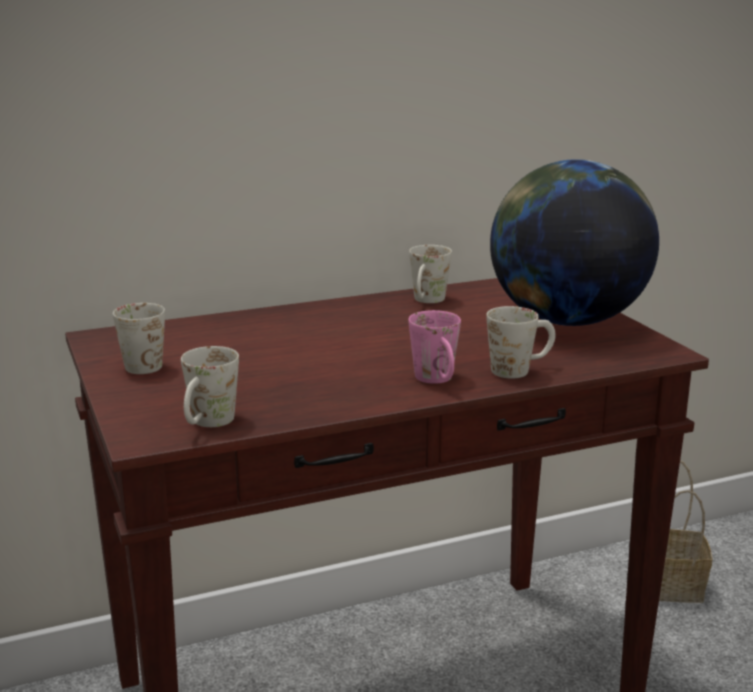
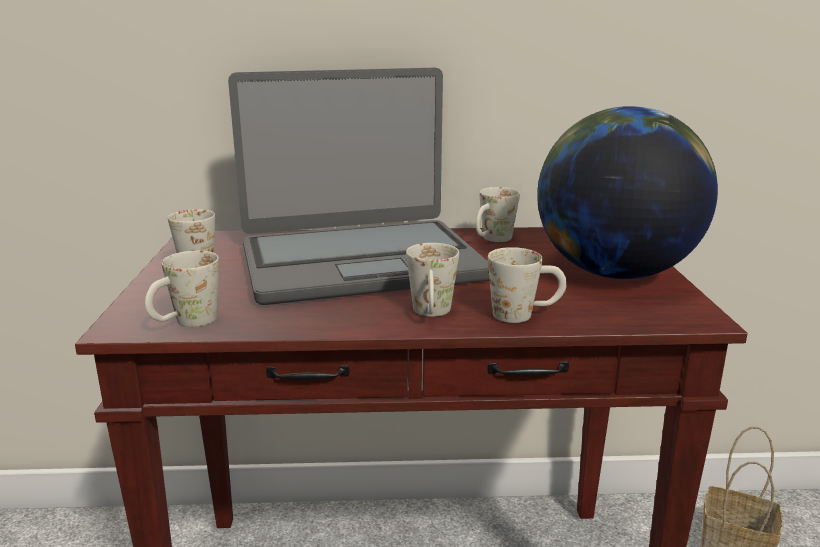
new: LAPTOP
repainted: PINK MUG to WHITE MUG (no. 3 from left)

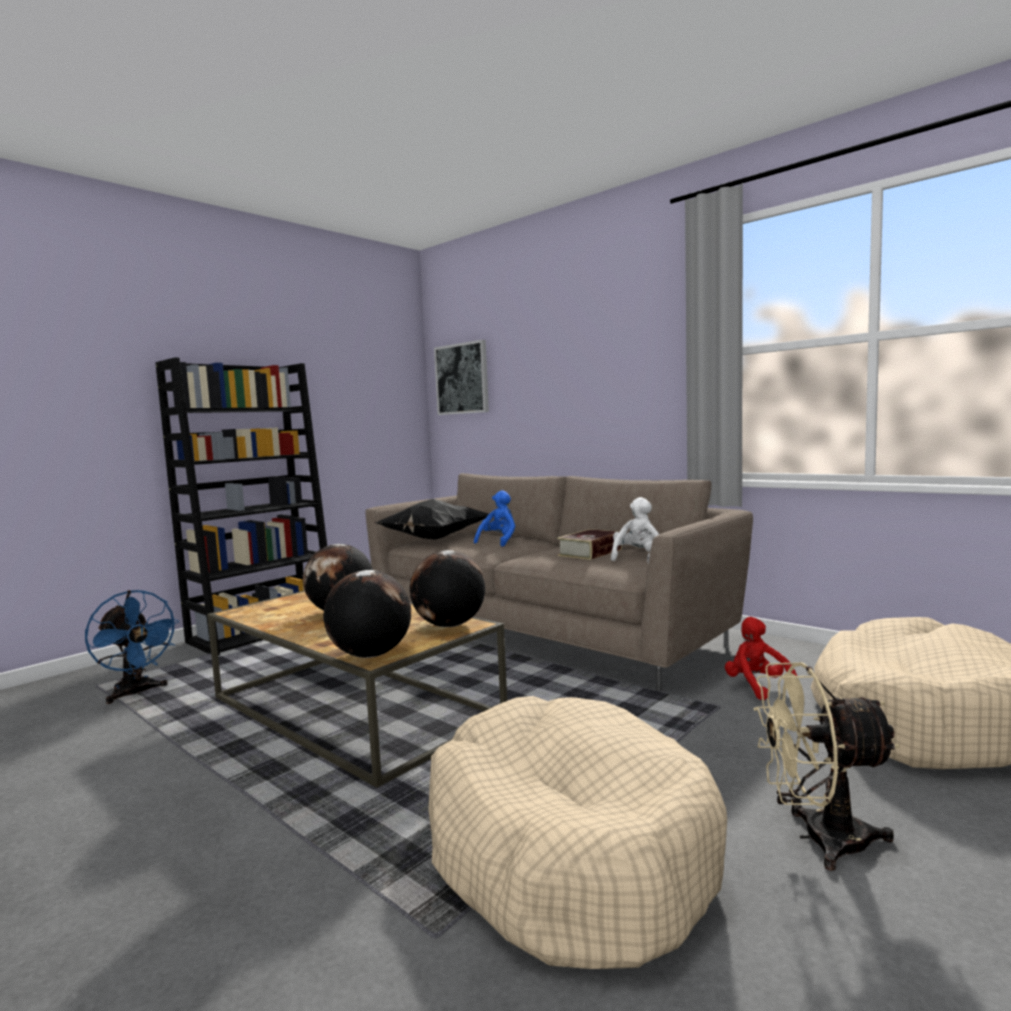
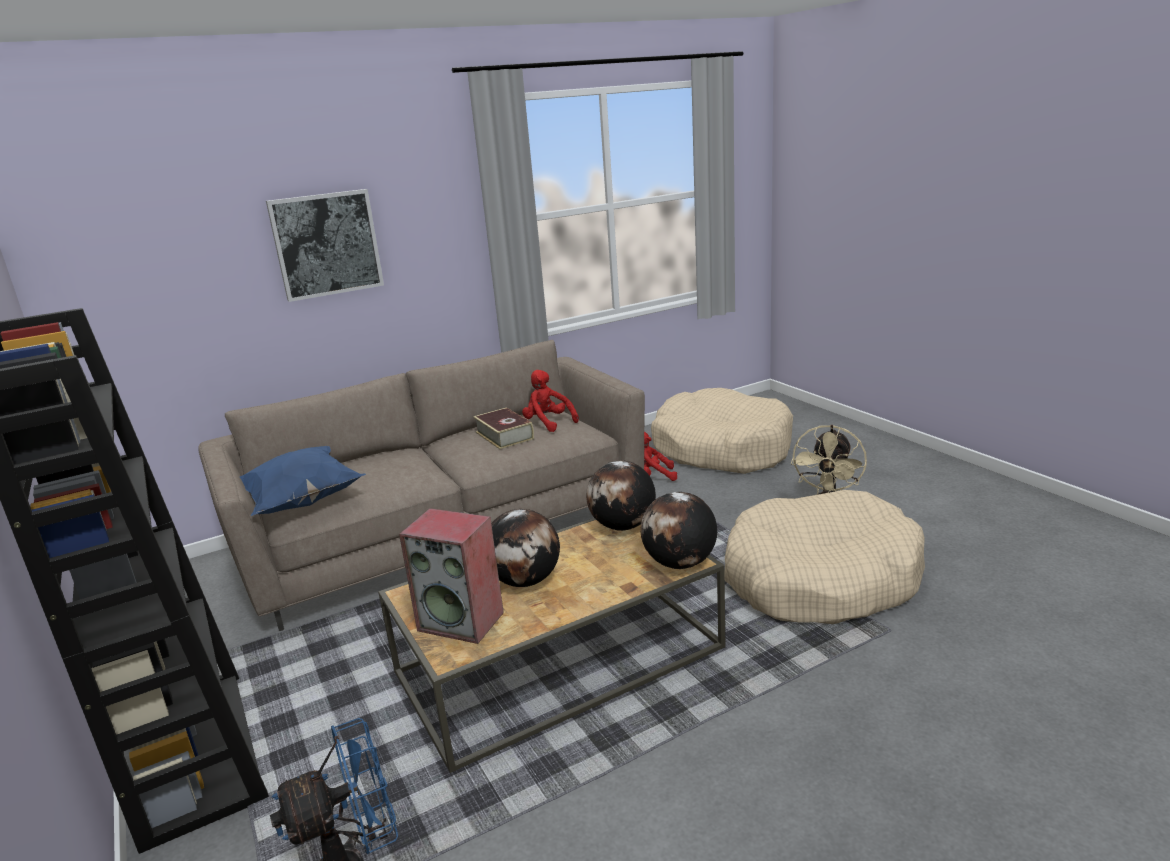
gone: BLUE PLUSH TOY
new: SPEAKER
shifted: PICTURE
repainted: WHITE PLUSH TOY to RED PLUSH TOY (no. 1 from left); BLACK PILLOW to BLUE PILLOW

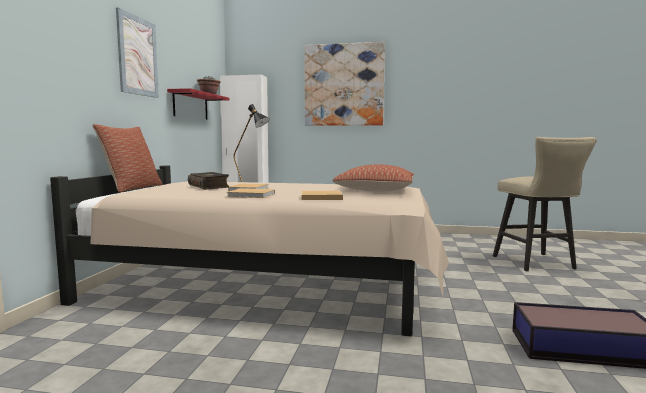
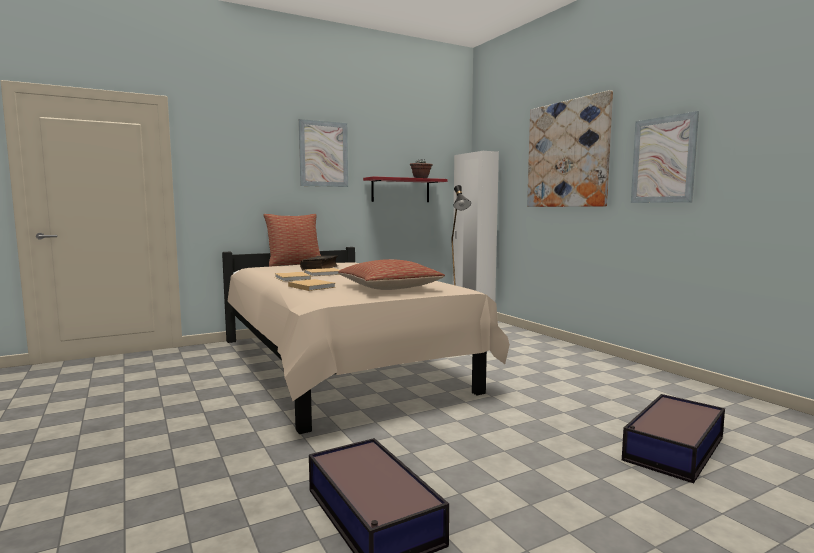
new: PICTURE (no. 3 from left)
swapped: BEIGE STOOL to STORAGE BOX (no. 2 from left)

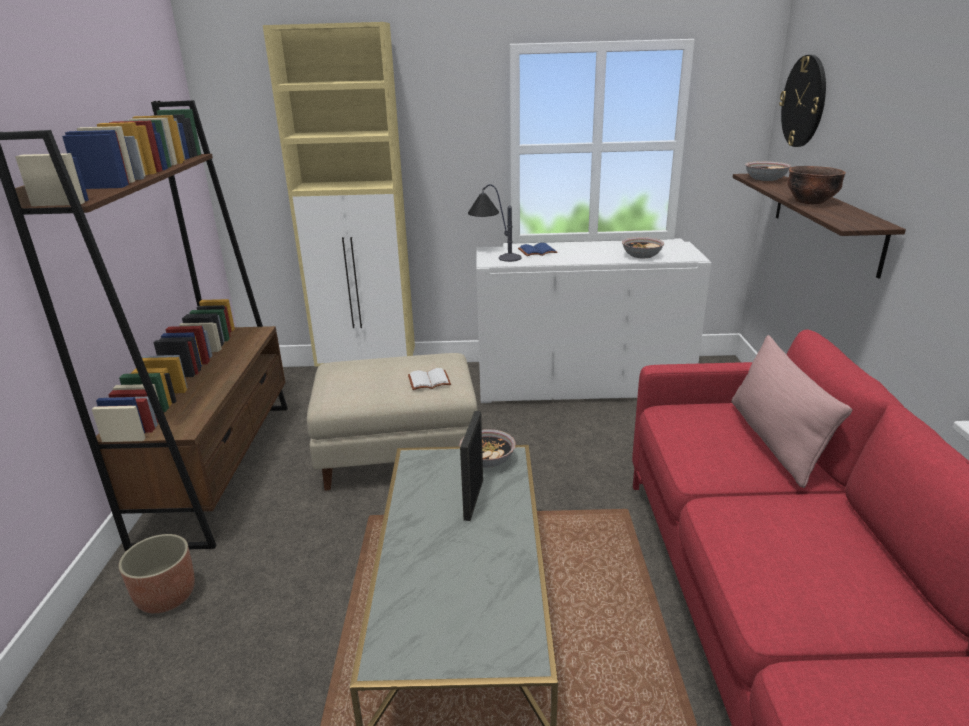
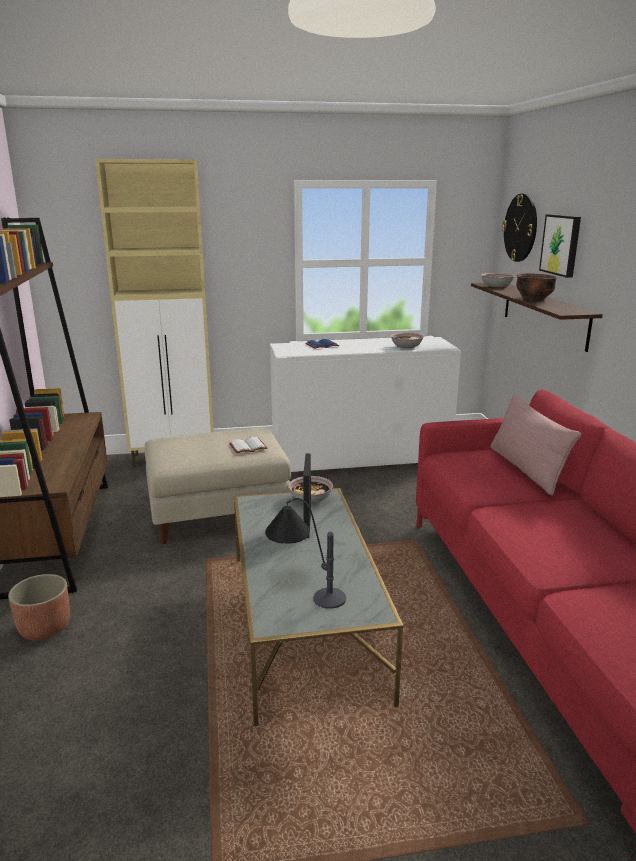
new: PICTURE
shifted: TABLE LAMP

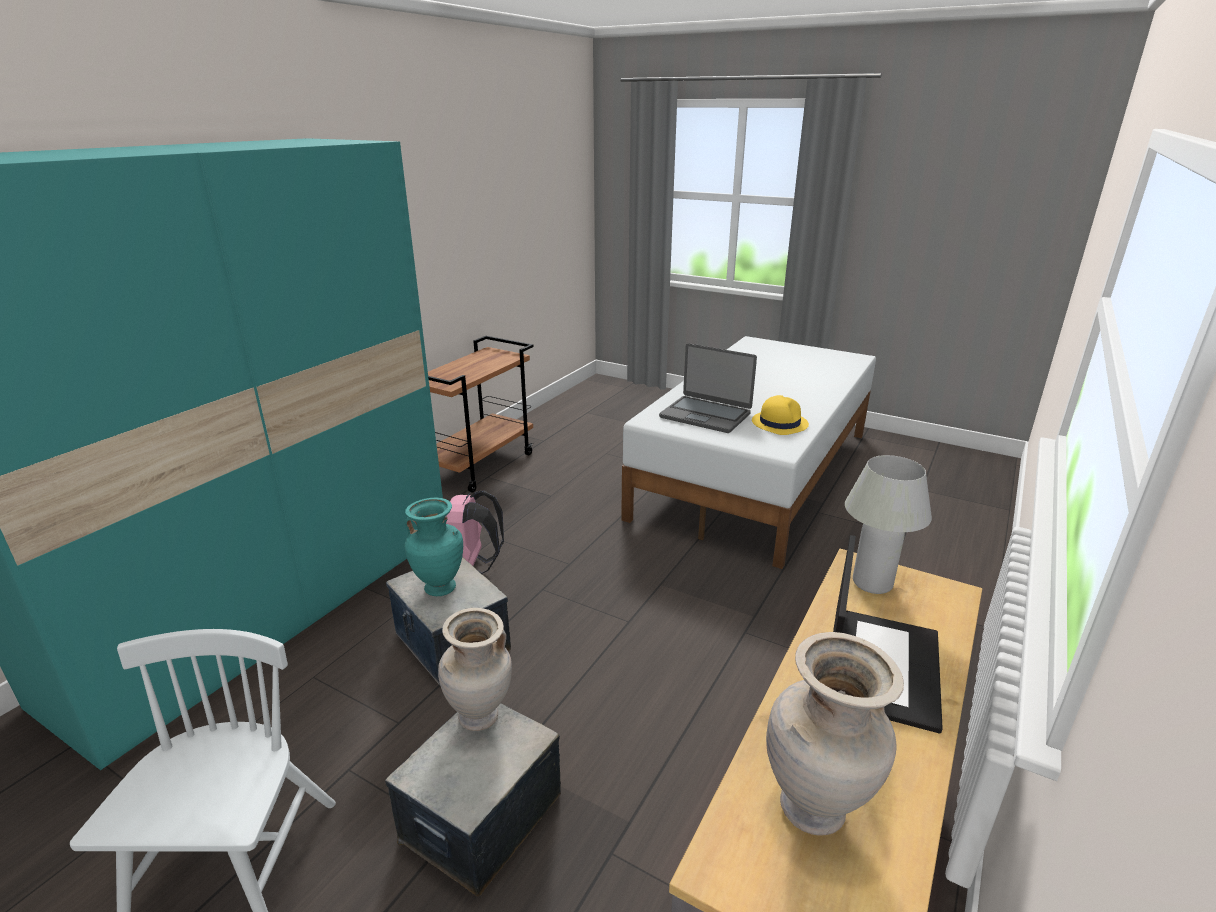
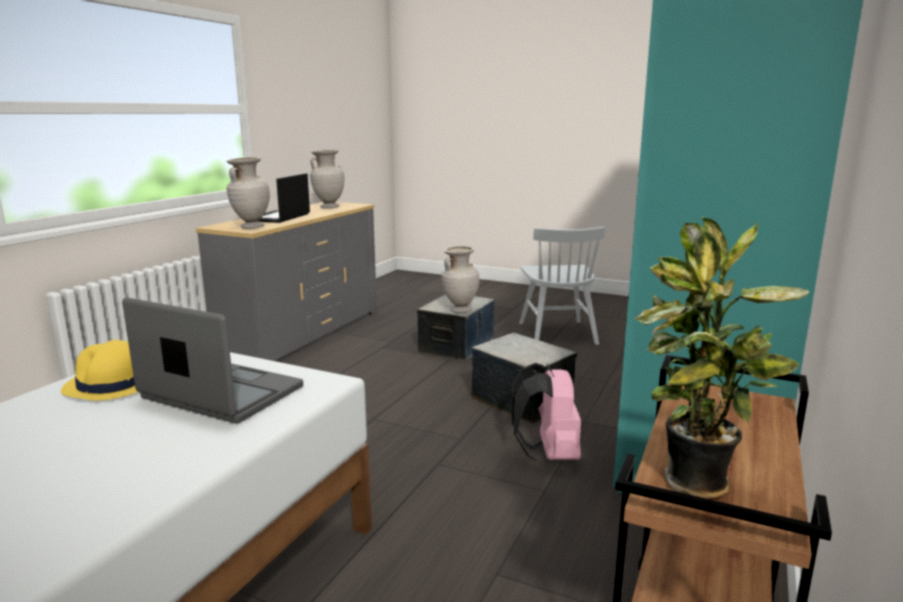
gone: TURQUOISE VASE
new: POTTED PLANT
swapped: WHITE TABLE LAMP to BEIGE VASE (no. 1 from left)

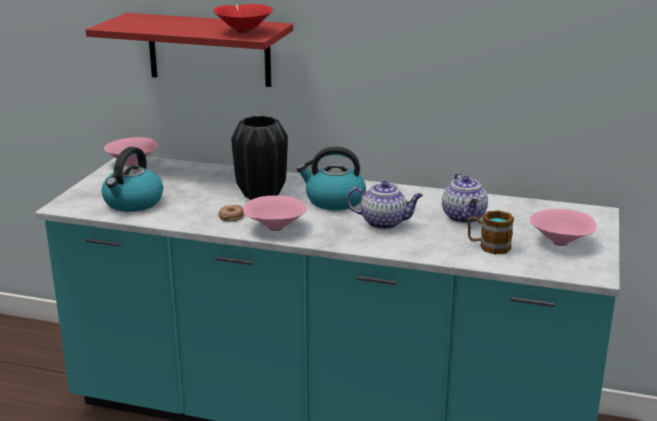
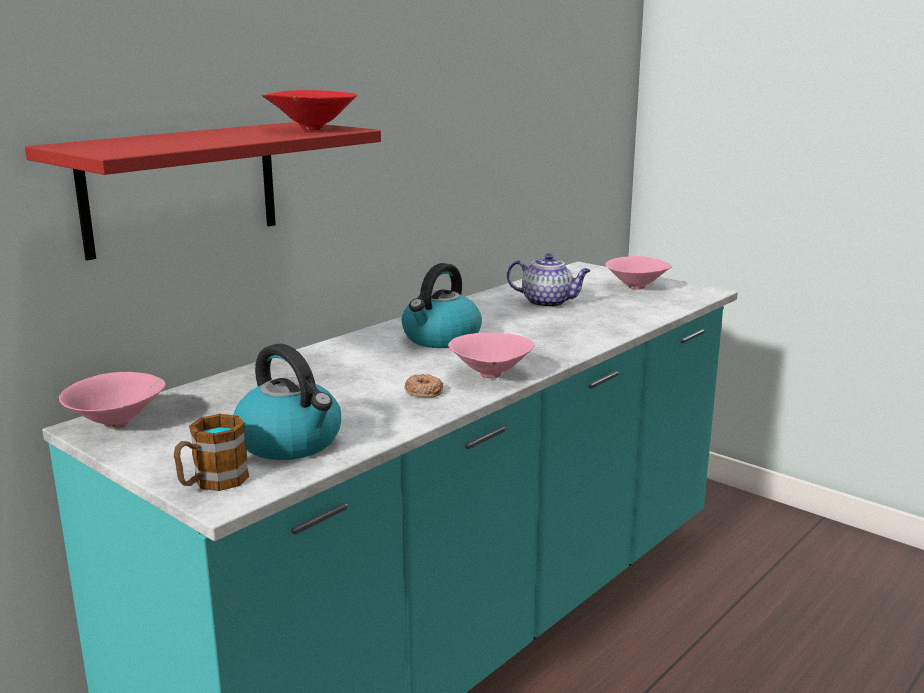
gone: BLACK VASE; TEAPOT (no. 1 from left)
shifted: MUG

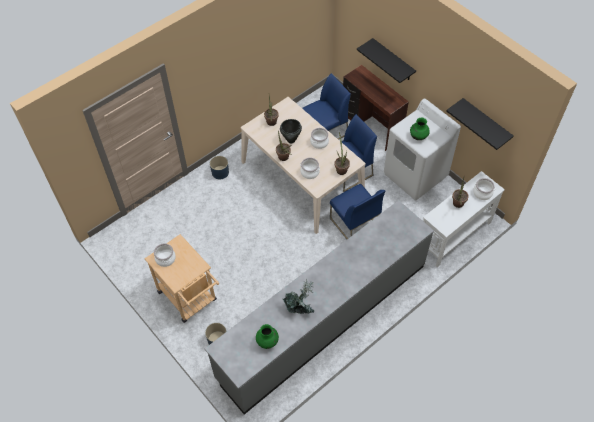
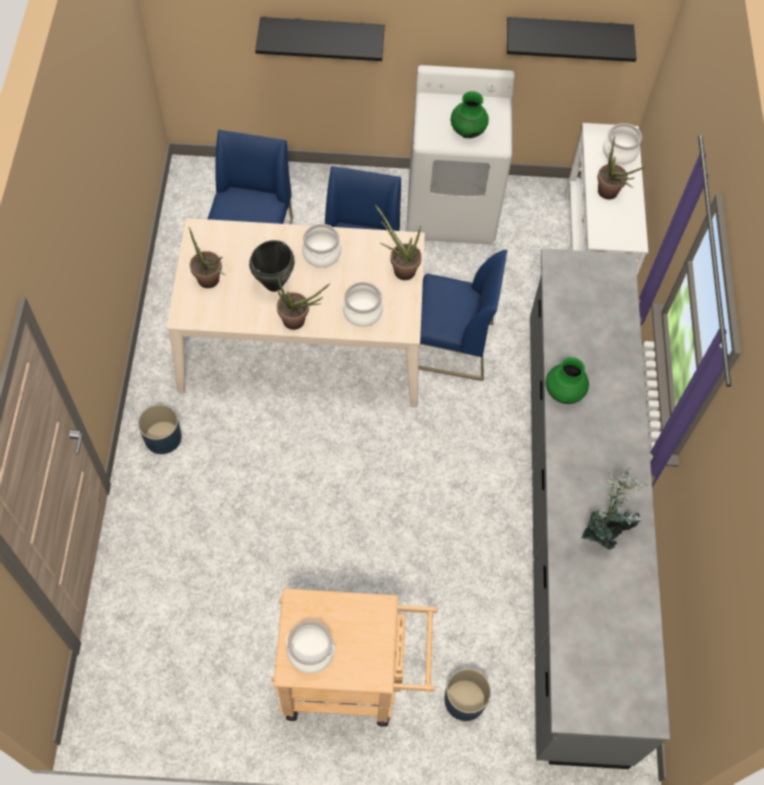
gone: BROWN DESK
shifted: GREEN VASE (no. 1 from left in the first image) to GREEN VASE (no. 2 from left)

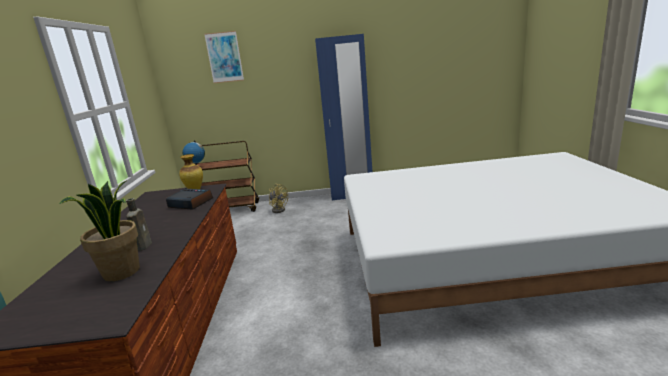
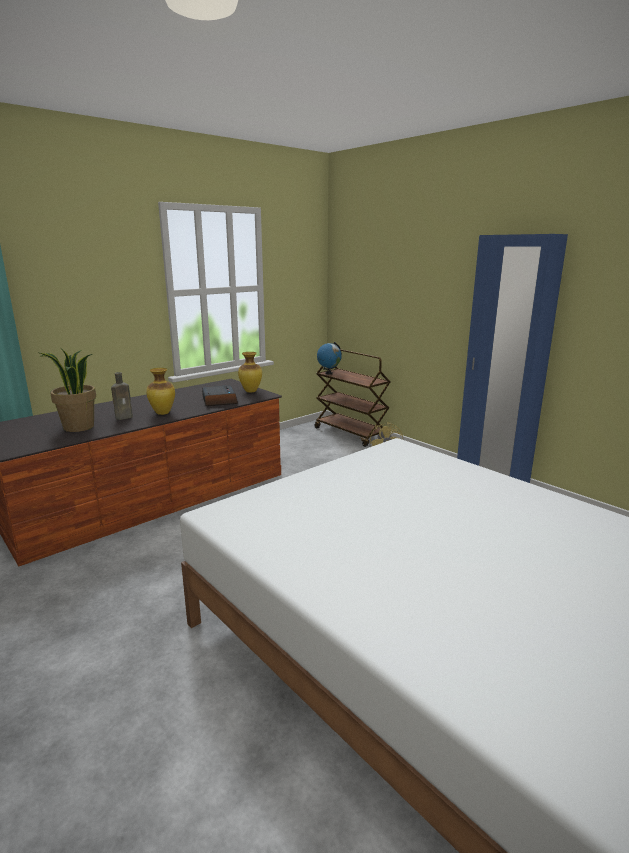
gone: PICTURE
new: VASE (no. 1 from left)

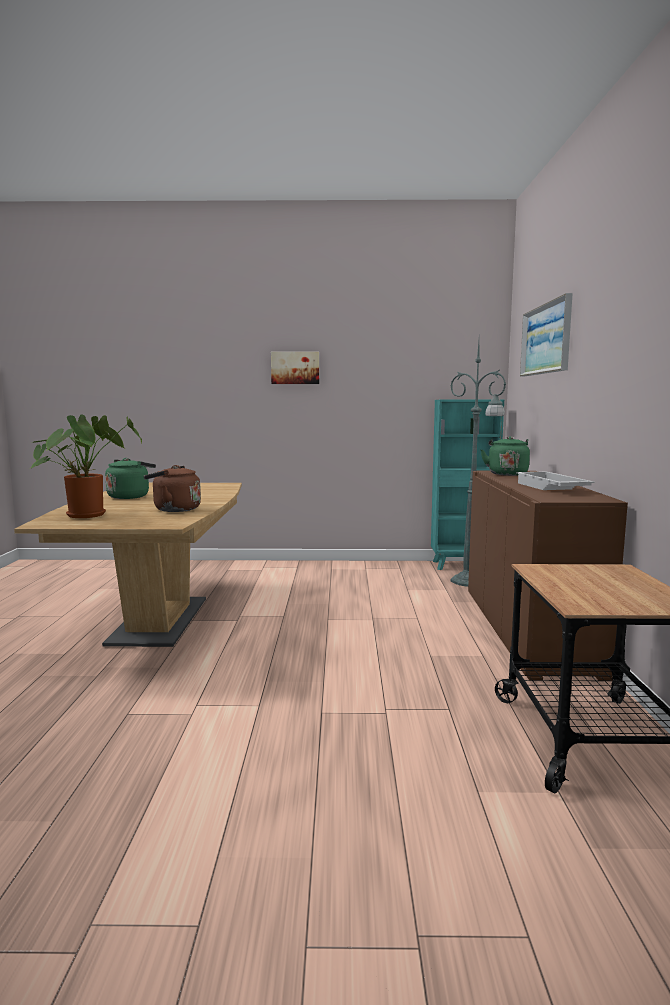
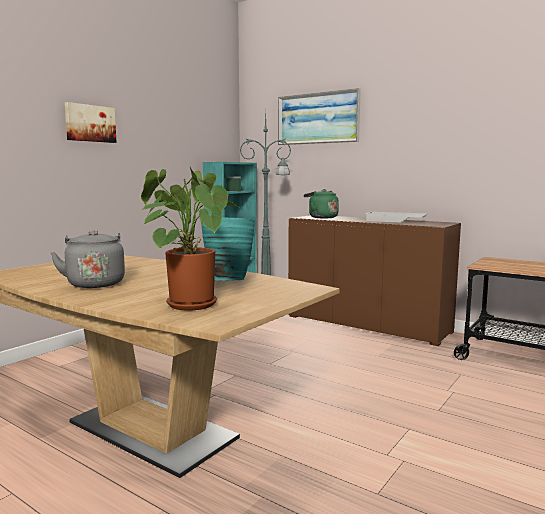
swapped: BROWN KETTLE to TURQUOISE VASE
repainted: GREEN KETTLE (no. 1 from left) to GREY KETTLE

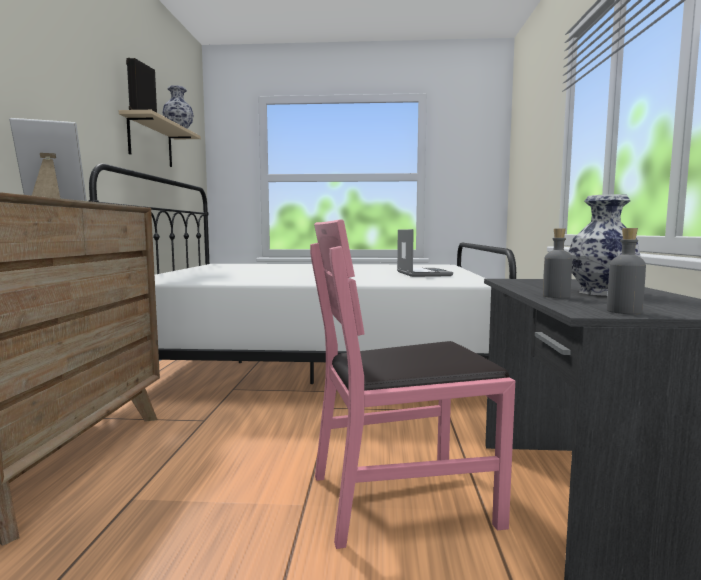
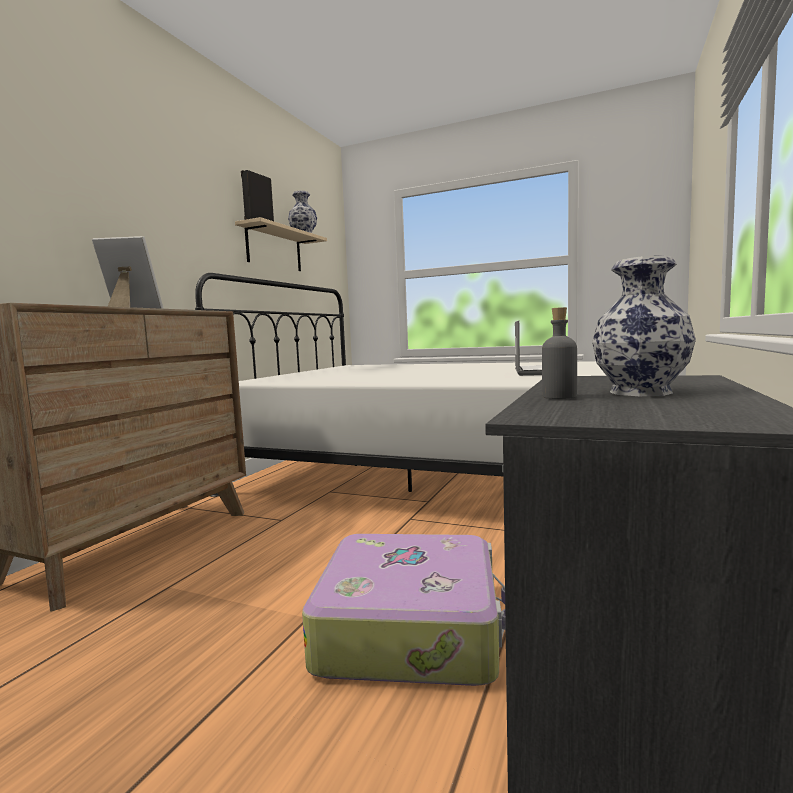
gone: GREY BOTTLE (no. 2 from left)
swapped: PINK CHAIR to SUITCASE

